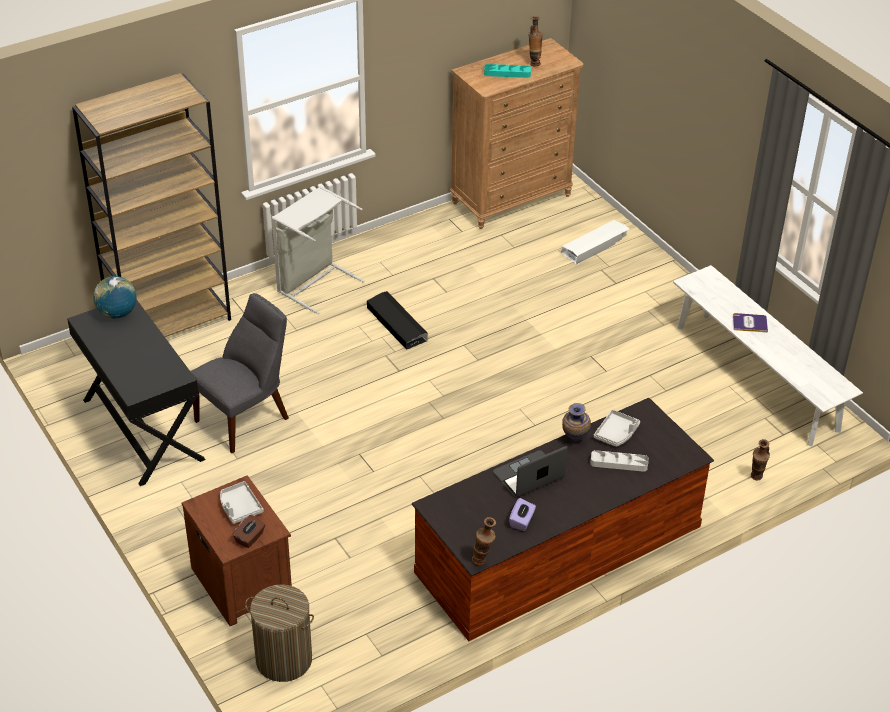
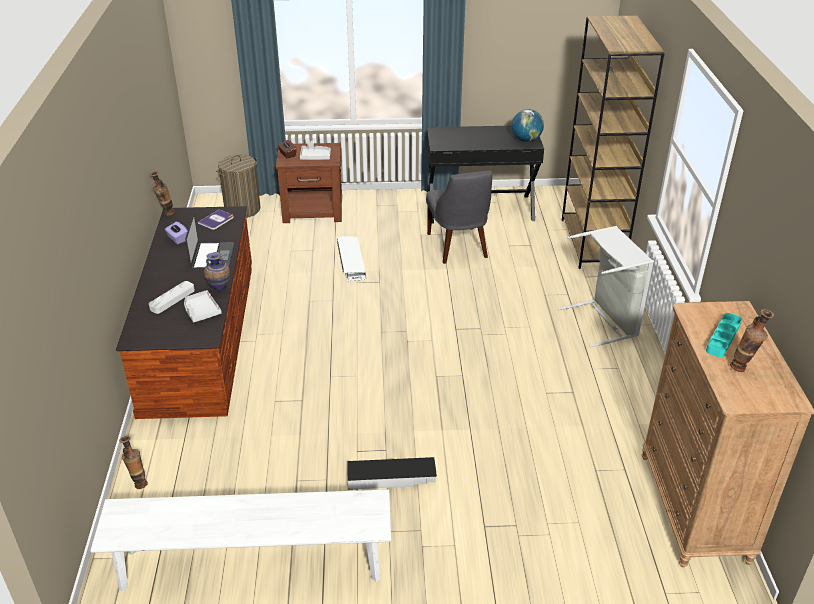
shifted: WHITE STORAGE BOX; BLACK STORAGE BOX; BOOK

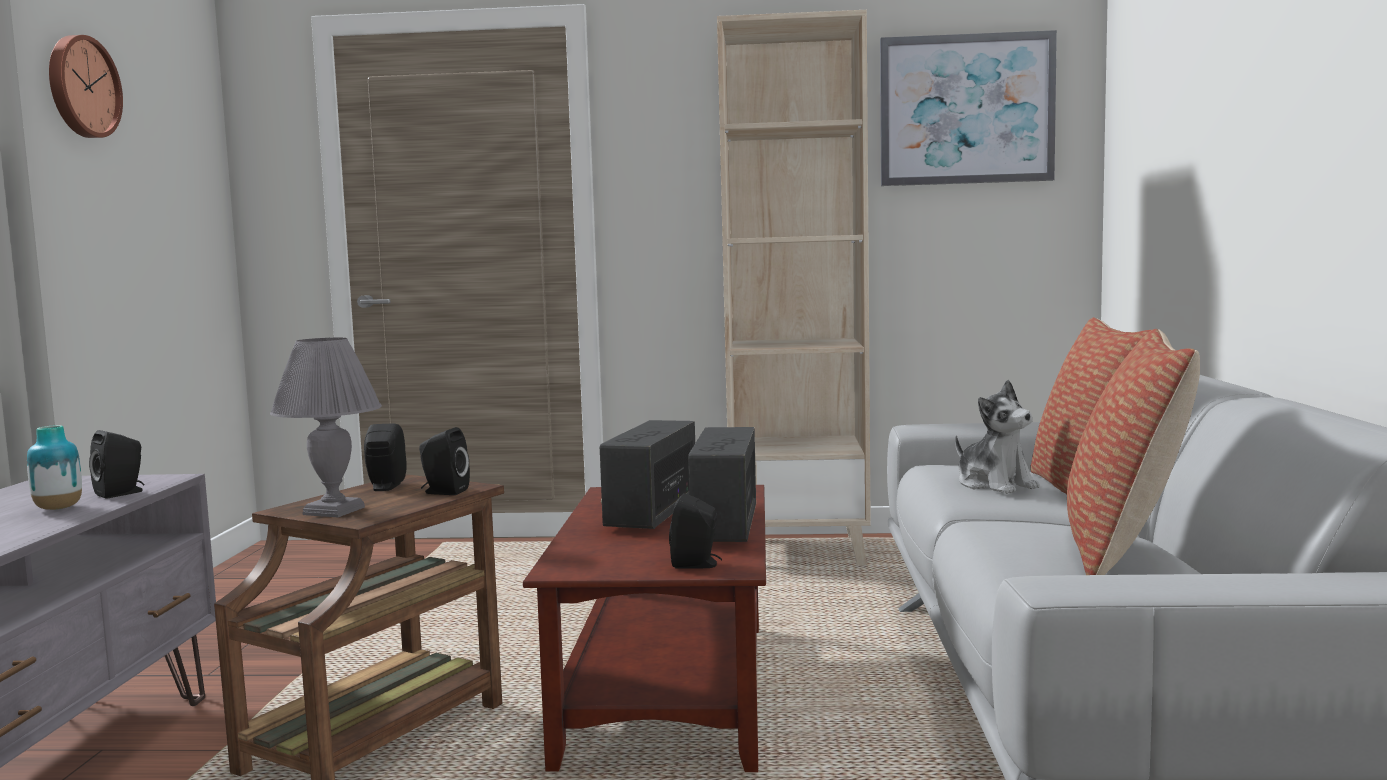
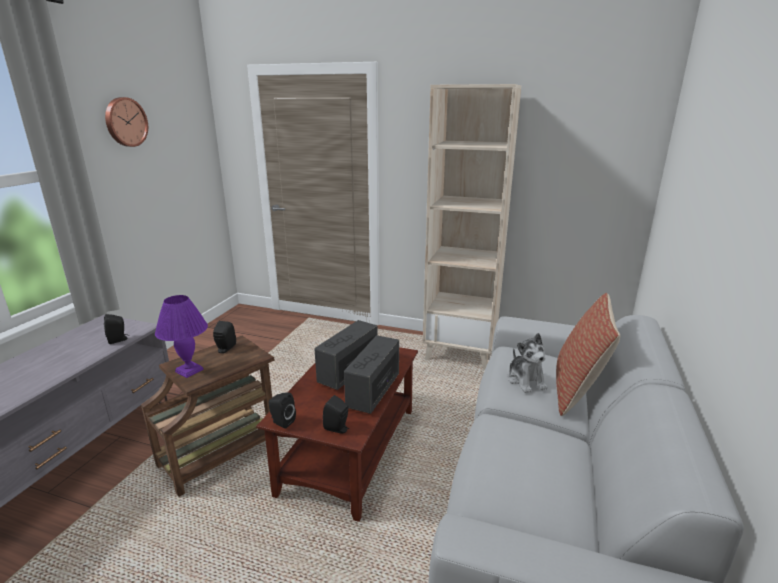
gone: PICTURE; PILLOW (no. 2 from left); VASE
shifted: BLACK SPEAKER (no. 3 from left)
repainted: GREY TABLE LAMP to PURPLE TABLE LAMP

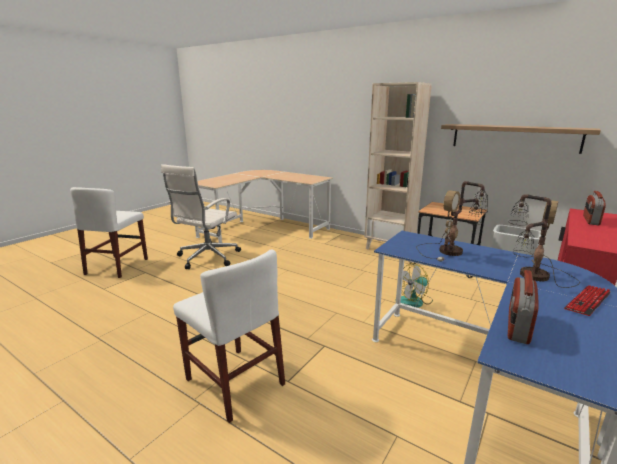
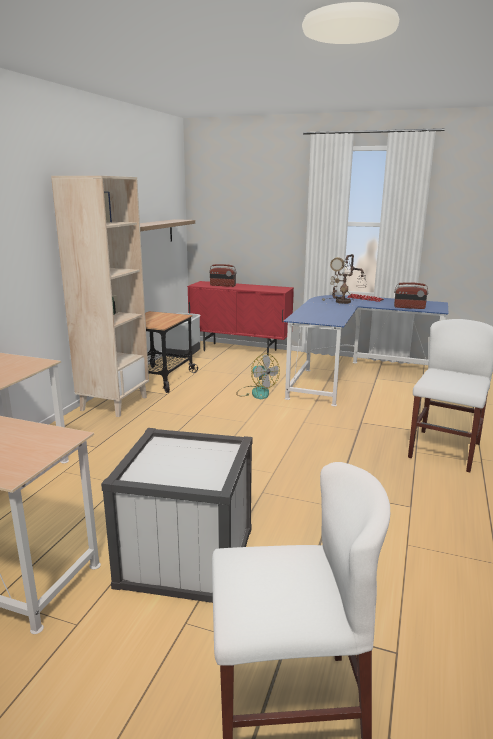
gone: TABLE LAMP (no. 1 from left)
swapped: WHITE OFFICE CHAIR to WHITE STORAGE BOX

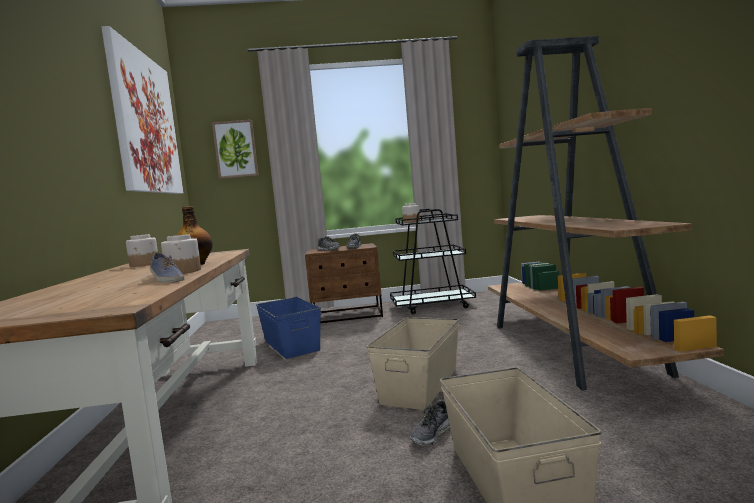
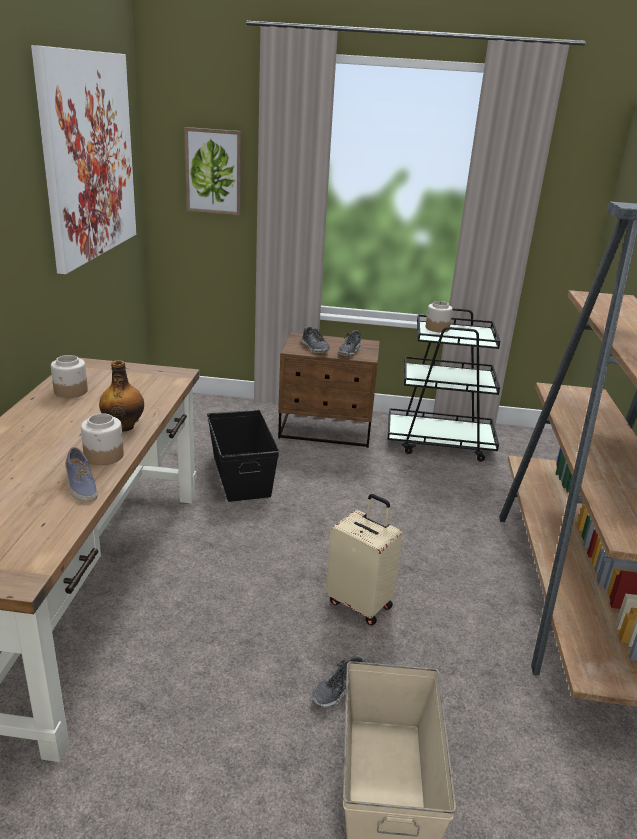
swapped: BEIGE STORAGE BOX (no. 1 from left) to BEIGE SUITCASE
repainted: BLUE STORAGE BOX to BLACK STORAGE BOX

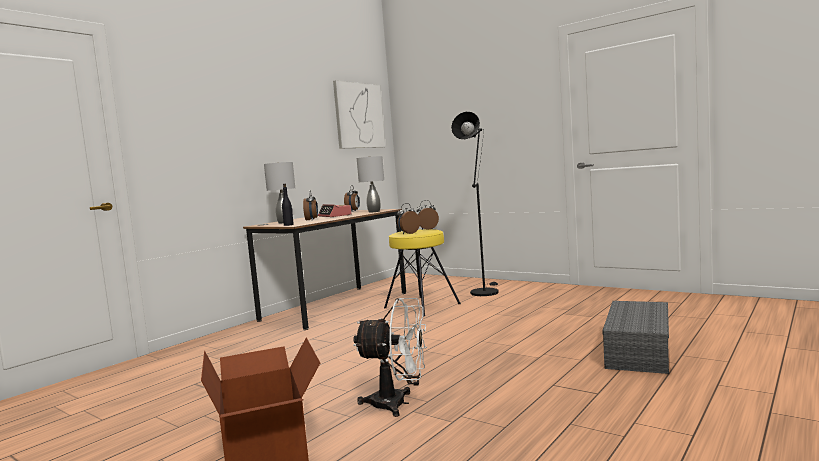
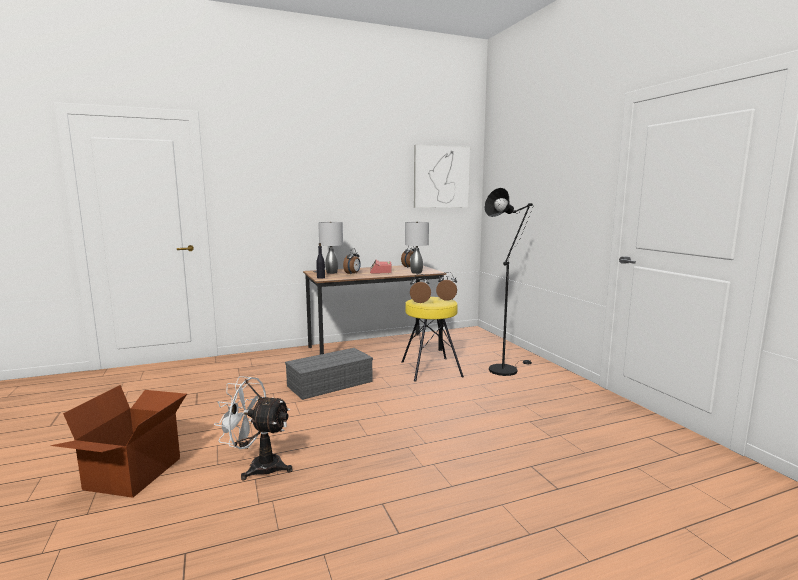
shifted: GREY STORAGE BOX
rotated: WHITE FAN 150 degrees clockwise

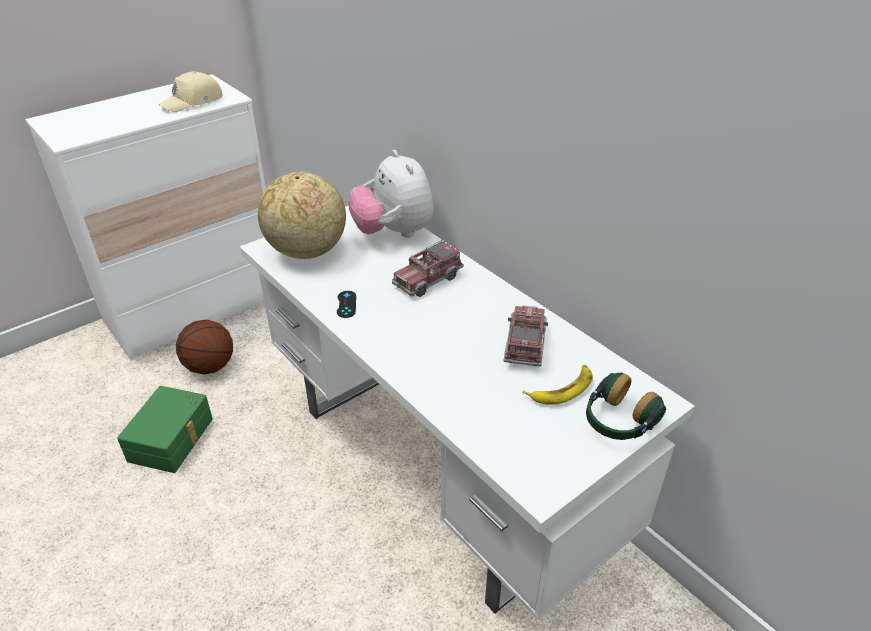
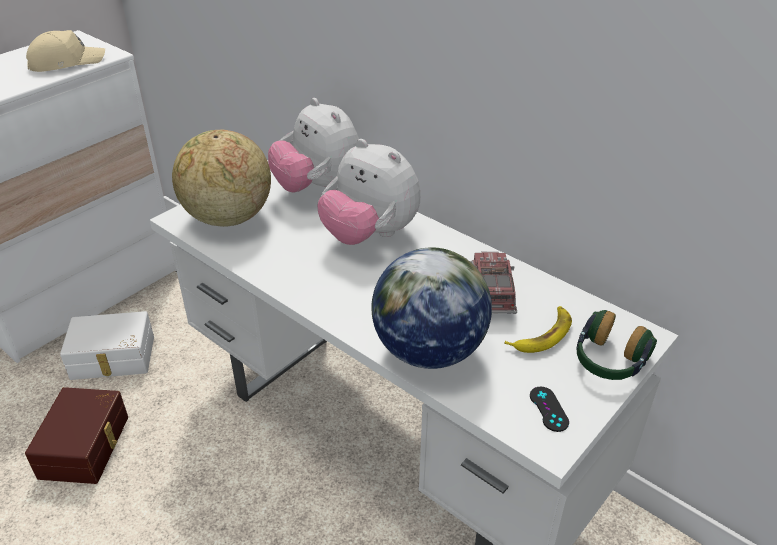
new: GLOBE (no. 2 from left)
shifted: BLACK GAME CONTROLLER
swapped: TOY TRUCK (no. 1 from left) to PLUSH TOY (no. 2 from left); BASKETBALL to WHITE STORAGE BOX
repainted: GREEN STORAGE BOX to BROWN STORAGE BOX
rotated: BEIGE CAP 150 degrees counterclockwise

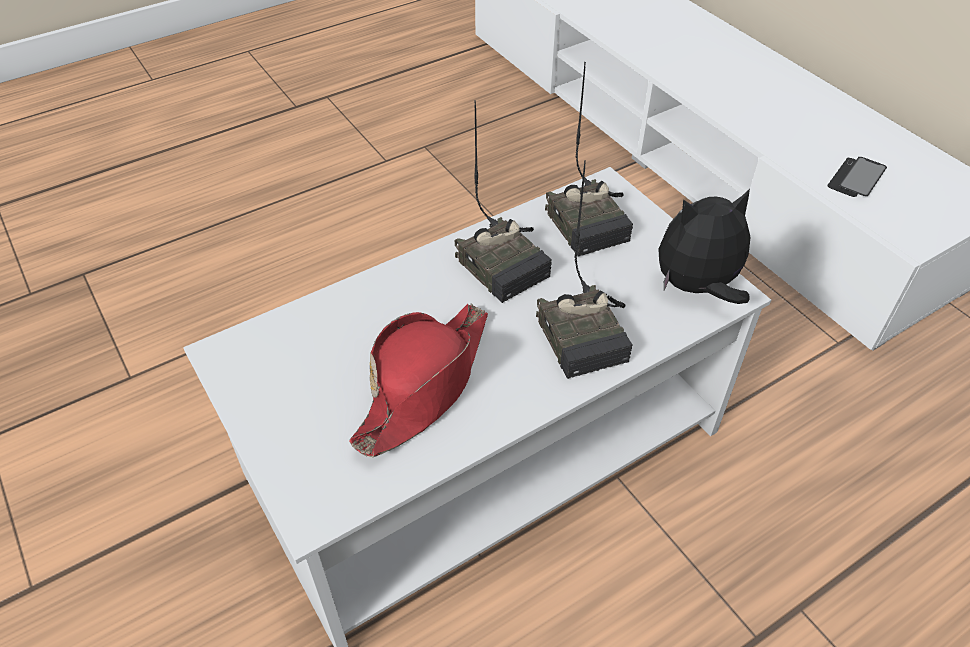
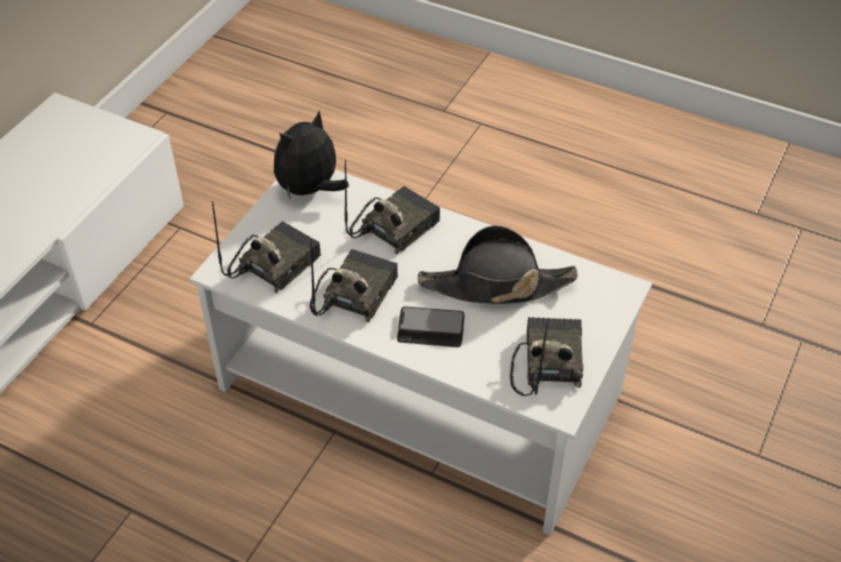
new: RADIO (no. 4 from left)
shifted: PHONE
repainted: RED HAT to BLACK HAT
rotated: PLUSH TOY 90 degrees clockwise

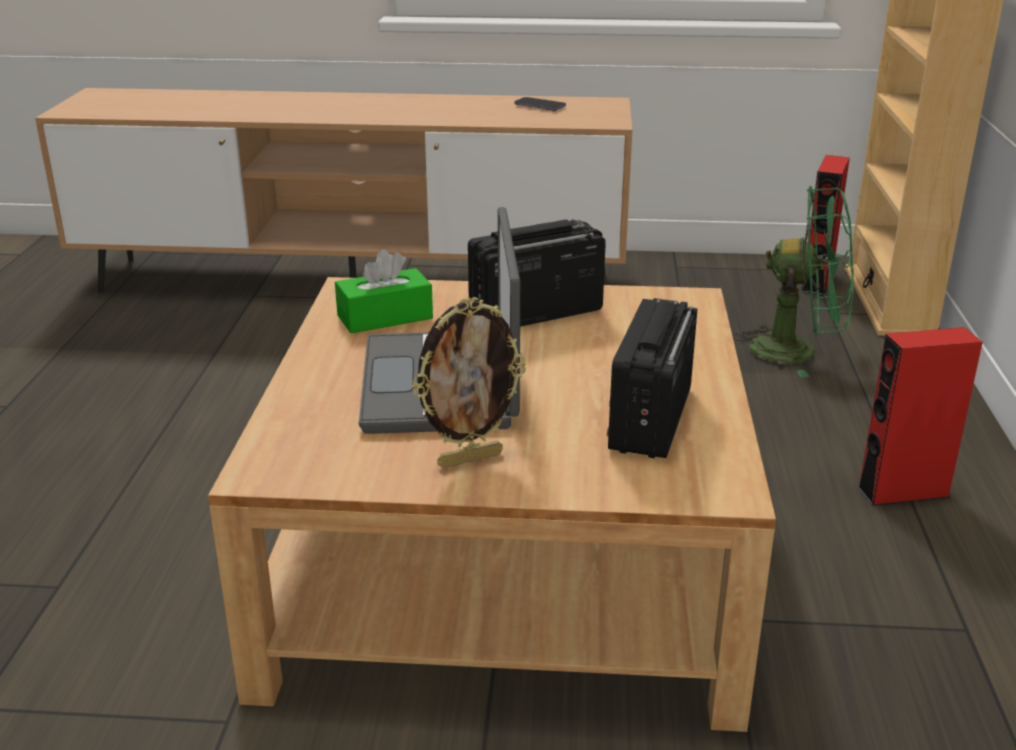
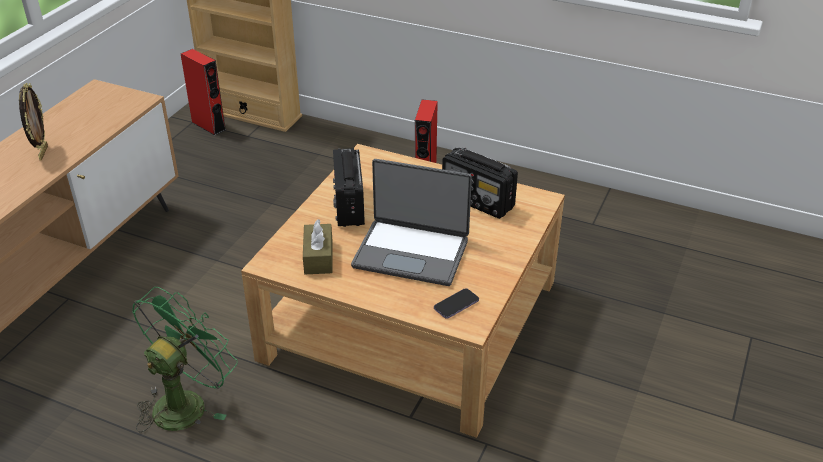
shifted: PHONE; GREEN FAN; PICTURE FRAME
repainted: GREEN TISSUE BOX to BROWN TISSUE BOX

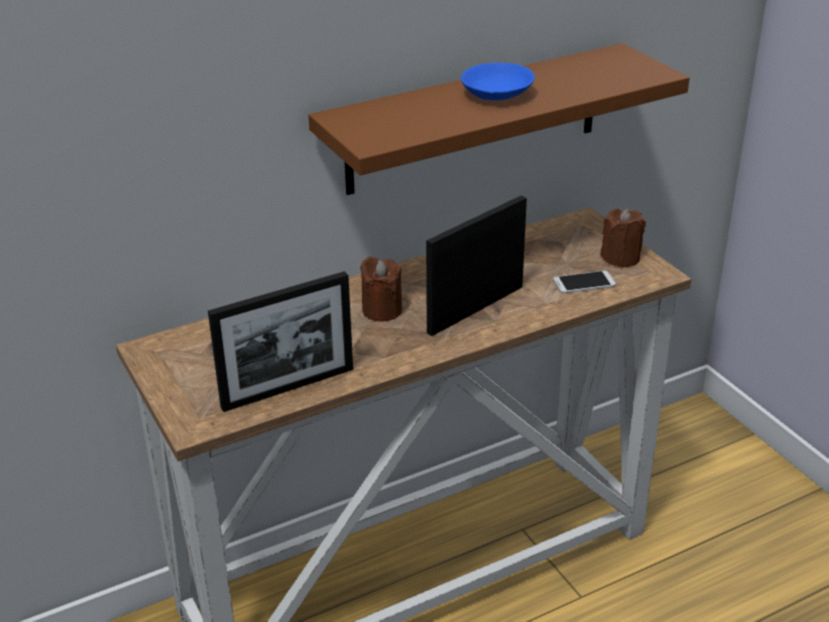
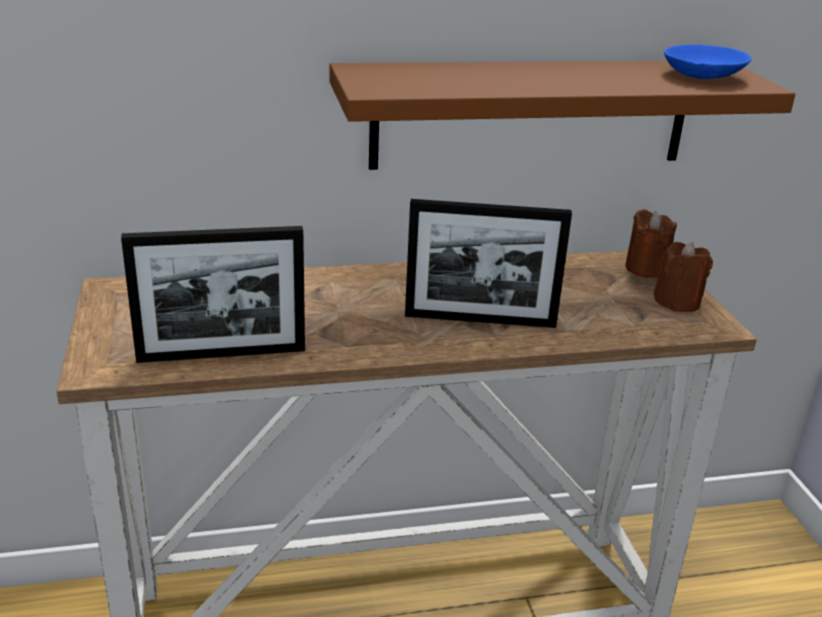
gone: PHONE
shifted: BLUE BOWL; BROWN CANDLE (no. 1 from left)
rotated: PICTURE FRAME (no. 2 from left) 150 degrees counterclockwise

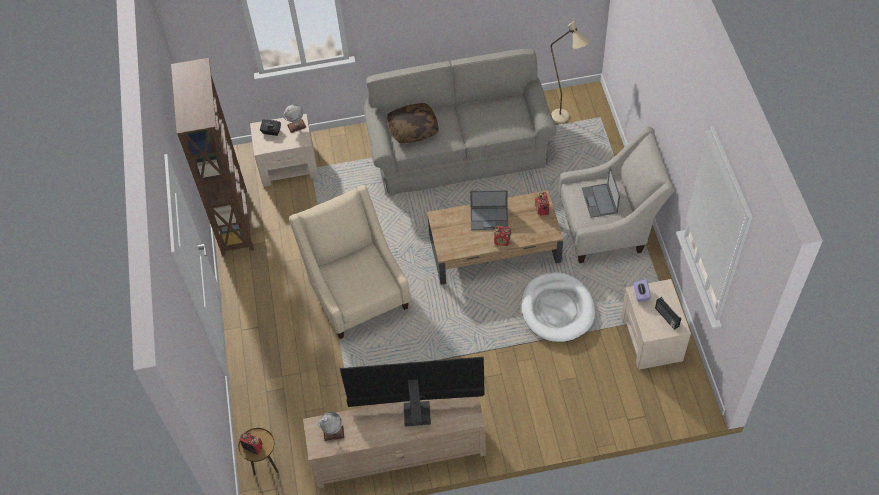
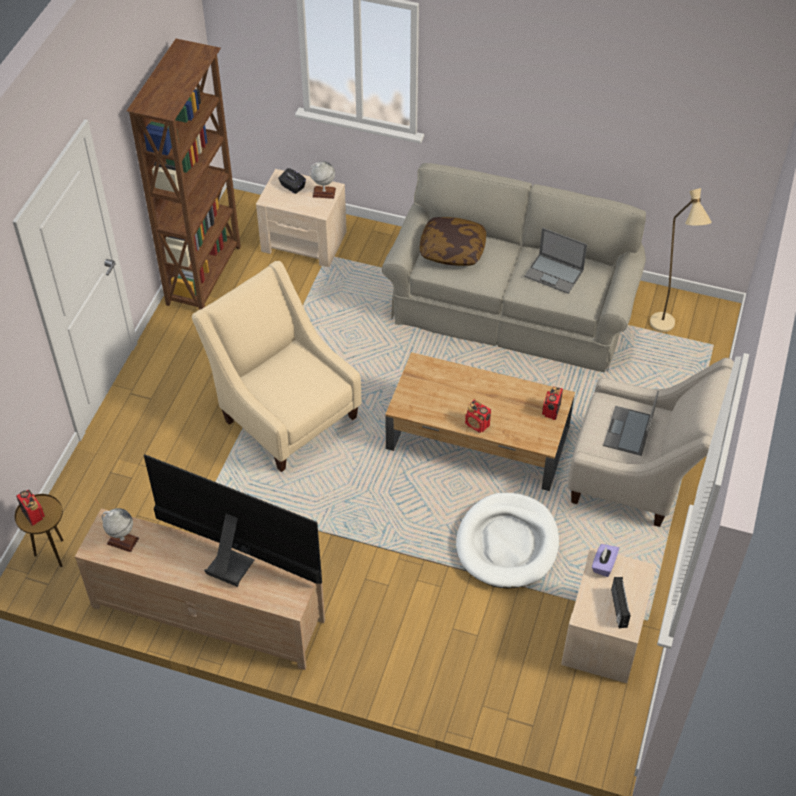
shifted: LAPTOP (no. 1 from left)
rotated: BEIGE ARMCHAIR (no. 1 from left) 45 degrees counterclockwise

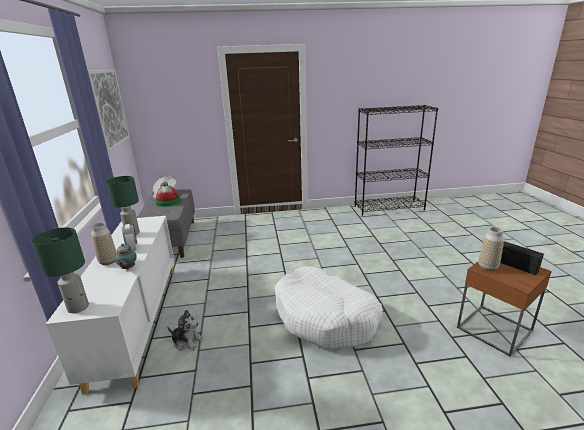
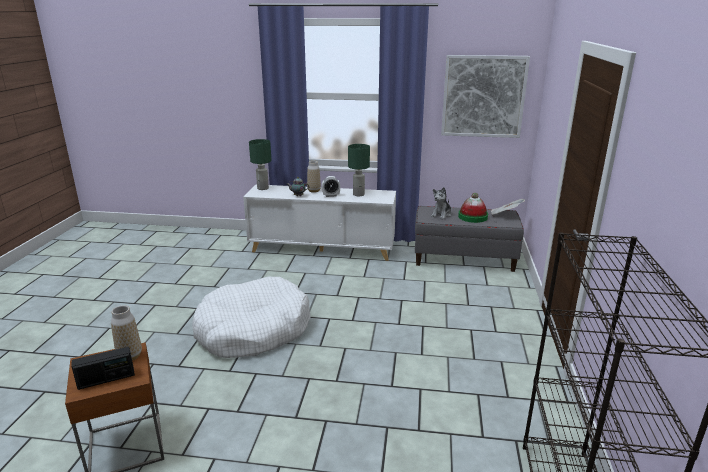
shifted: PLUSH TOY

